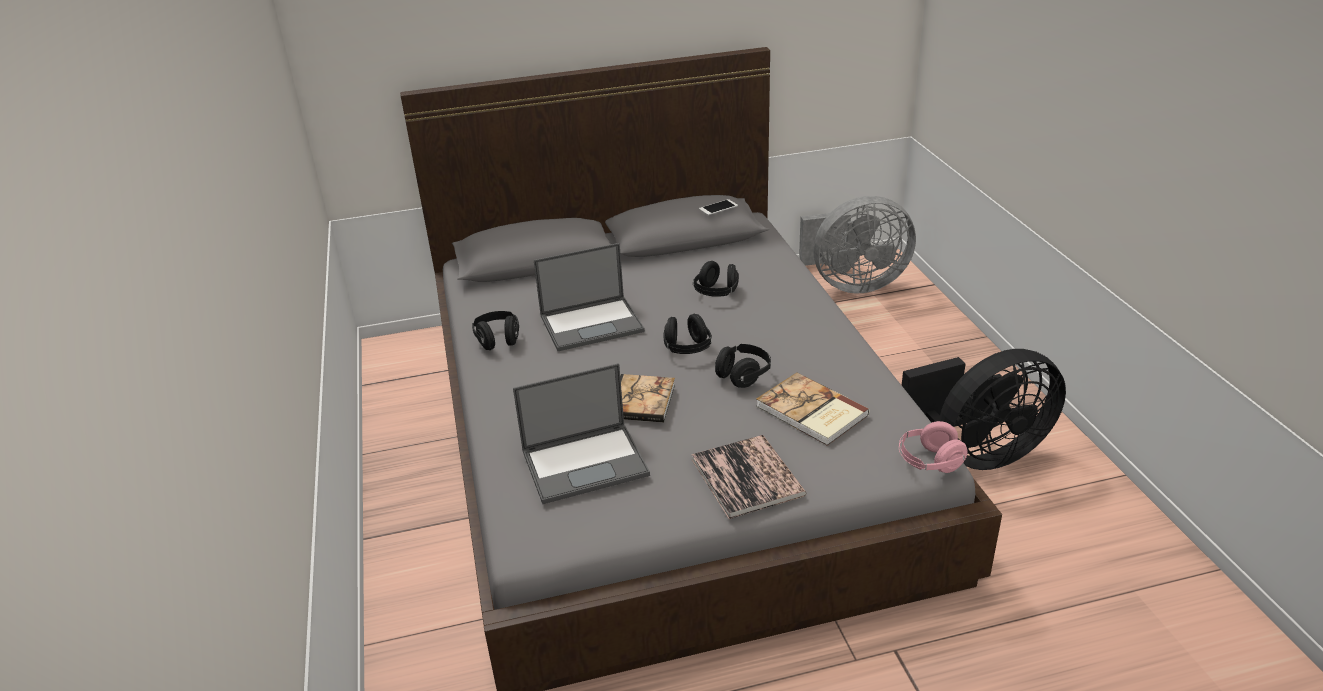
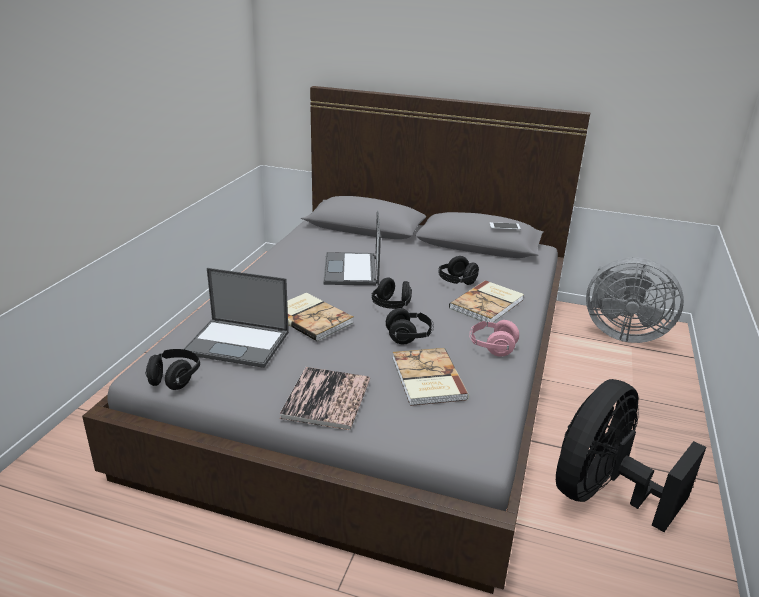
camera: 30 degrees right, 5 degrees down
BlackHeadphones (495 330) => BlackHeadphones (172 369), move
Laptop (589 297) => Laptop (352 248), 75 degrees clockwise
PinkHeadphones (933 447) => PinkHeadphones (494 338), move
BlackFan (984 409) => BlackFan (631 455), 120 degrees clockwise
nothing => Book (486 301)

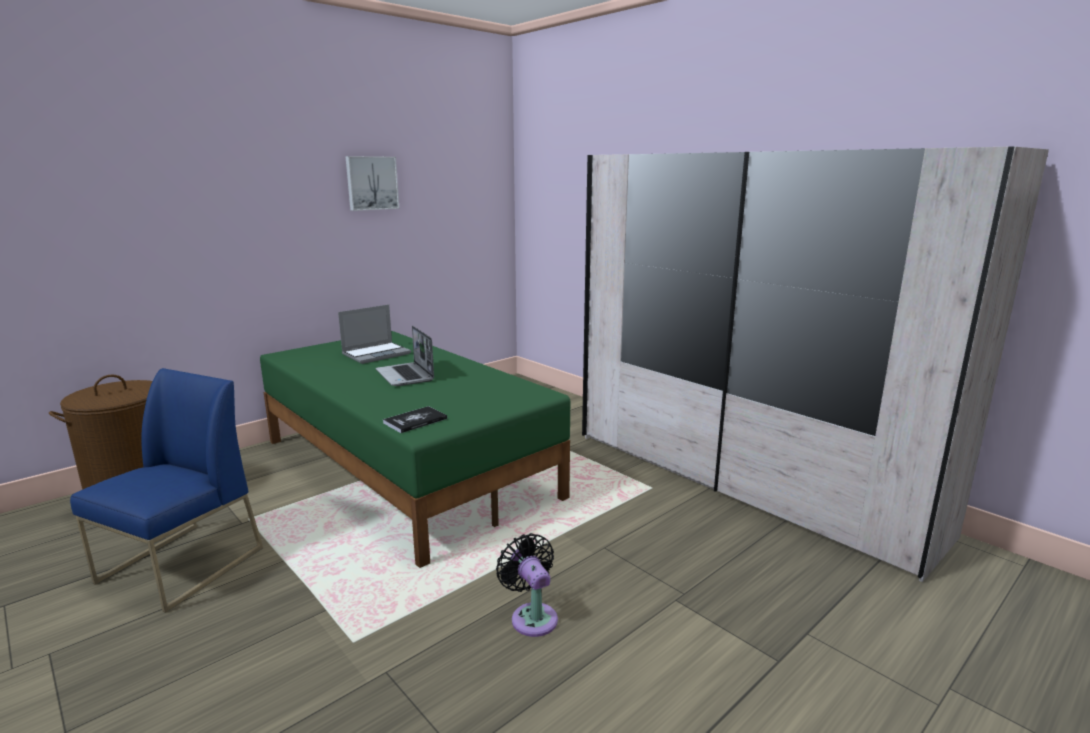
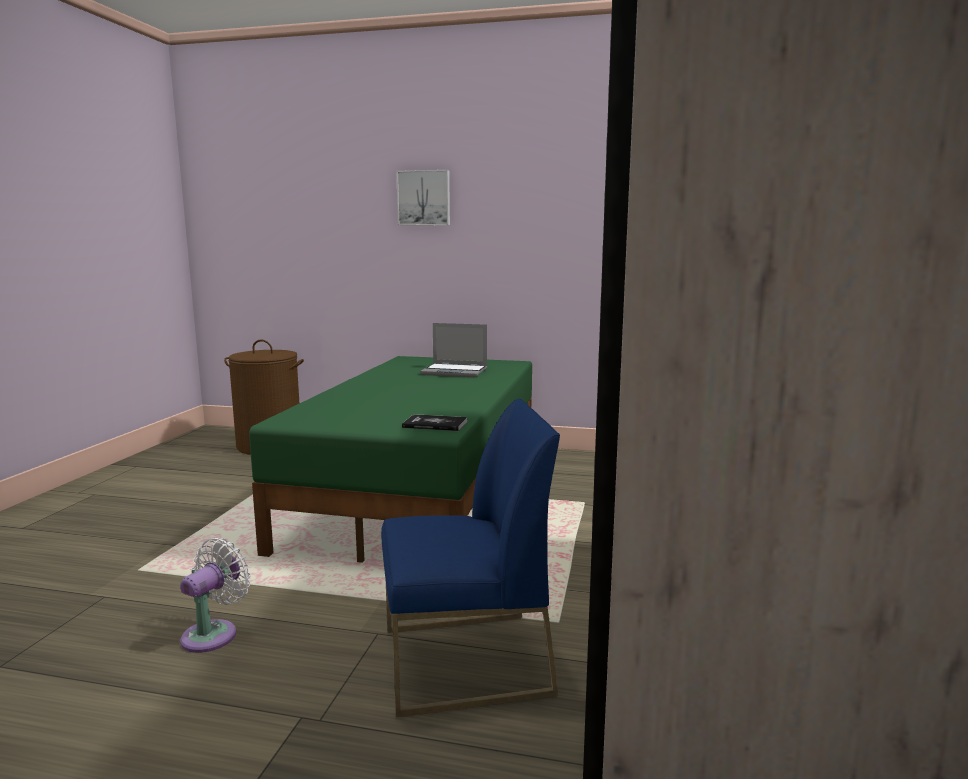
camera: 55 degrees right, 5 degrees down
BlueChair (166 490) => BlueChair (470 557), move
Picture (372 183) => Picture (423 198), move
Laptop (404 355) => nothing
Book (415 419) => Book (434 422), move
BlackFan (527 585) => WhiteFan (215 595)

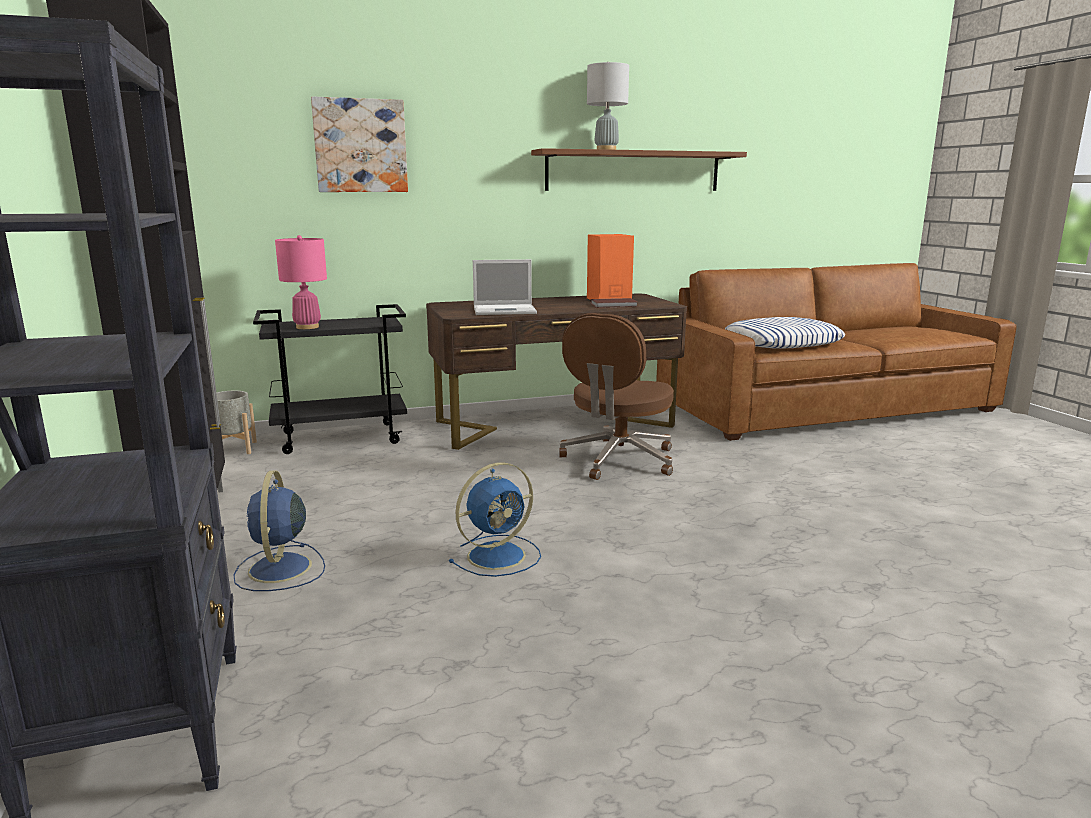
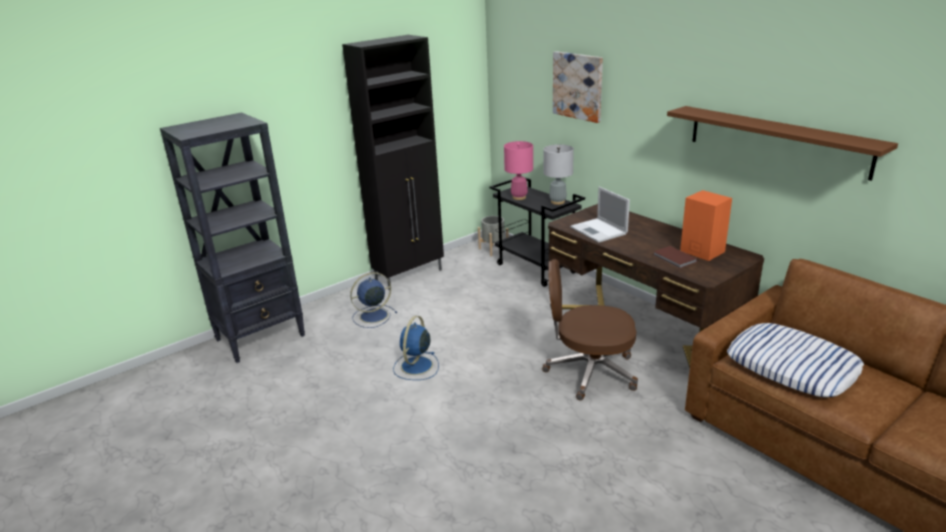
camera: 70 degrees right, 10 degrees up
BlueFan (495 519) => BlueFan (416 348), 75 degrees clockwise
GreyTableLamp (608 106) => GreyTableLamp (558 174), move

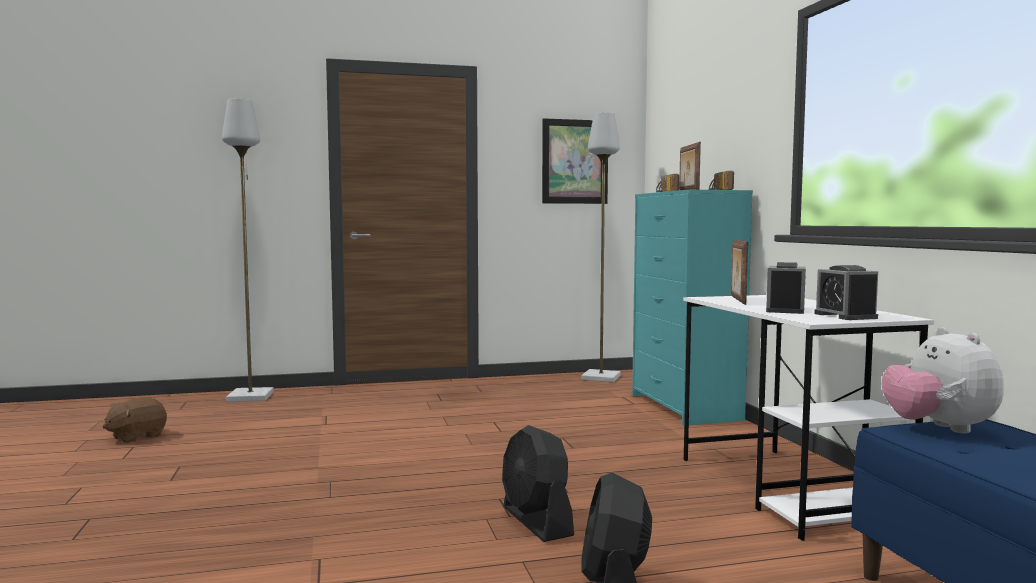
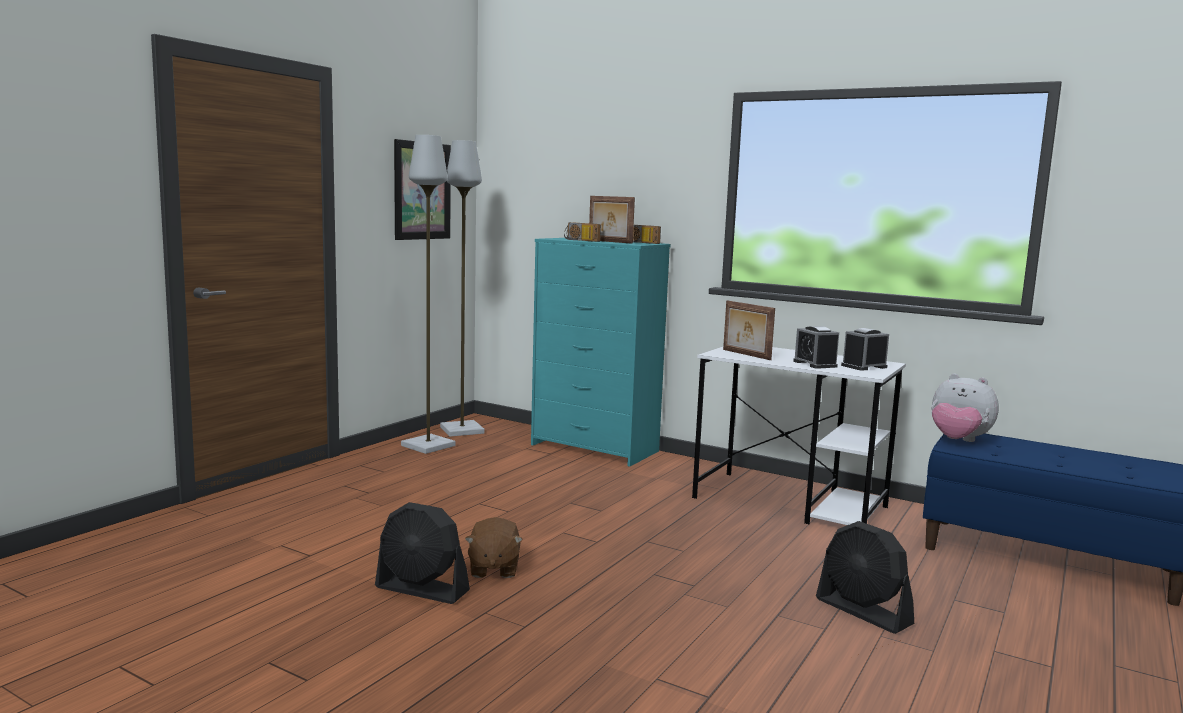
camera: 45 degrees left, 5 degrees up
BrownPlushToy (135 420) => BrownPlushToy (494 547), move
GreyFloorLamp (248 250) => GreyFloorLamp (428 294), move
BlackFan (538 483) => BlackFan (422 553), move
AlarmClock (846 292) => AlarmClock (865 349), 120 degrees clockwise

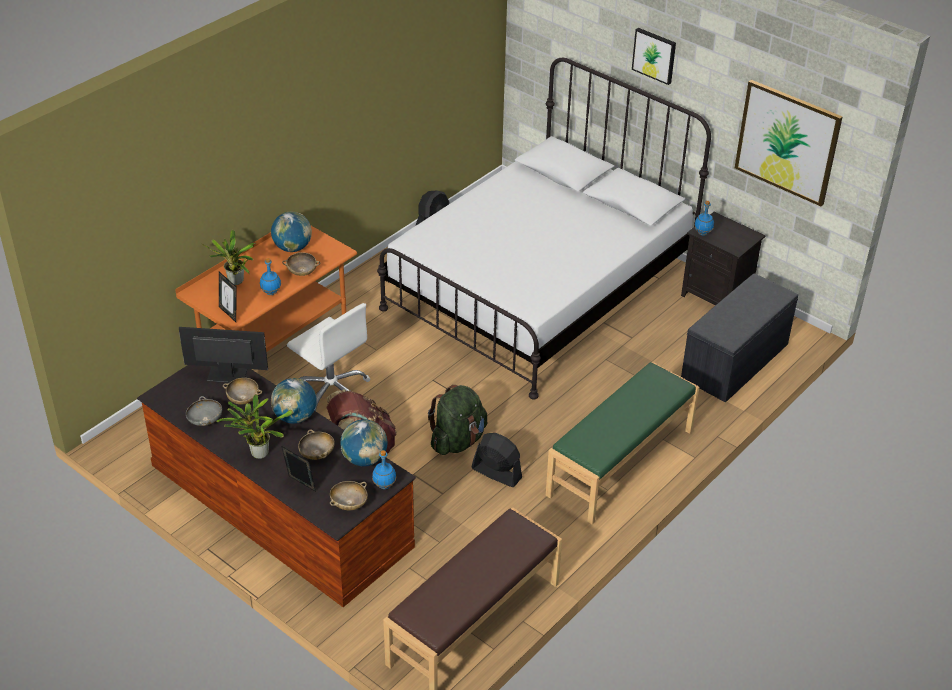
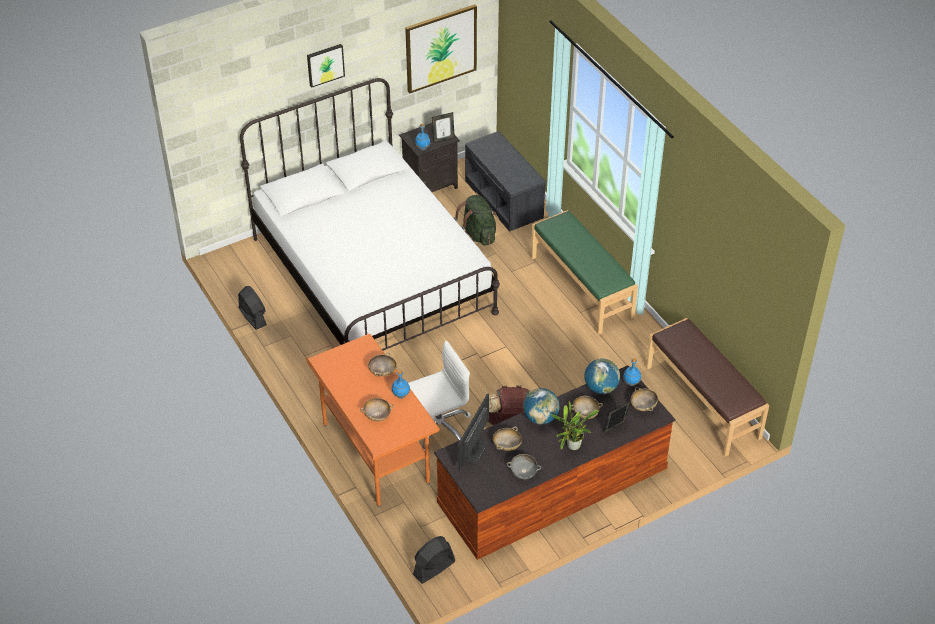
camera: 70 degrees left, 5 degrees up
PottedPlant (228 257) => BeigeBowl (377 409)
PictureFrame (228 297) => PictureFrame (443 127), move
Globe (291 232) => nothing
GreenBackpack (457 420) => GreenBackpack (475 220), move
BlackFan (496 460) => BlackFan (434 560), move

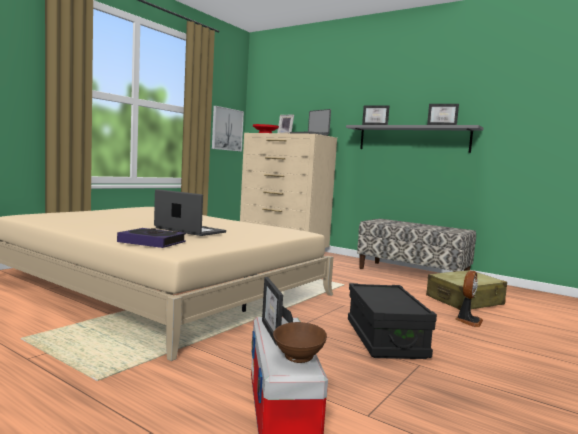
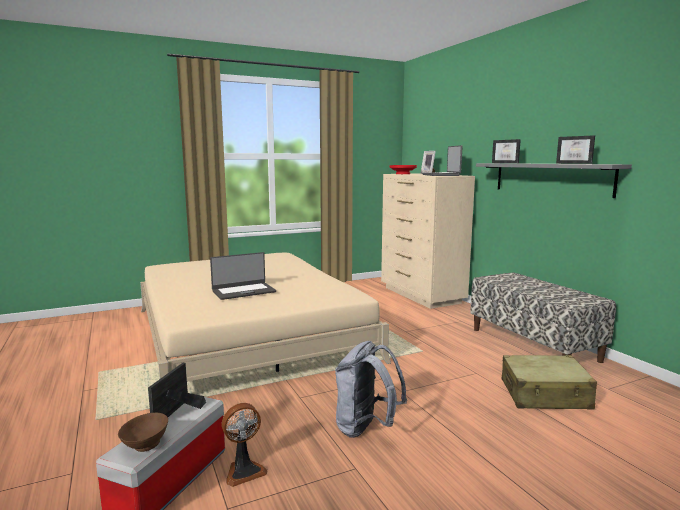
camera: 30 degrees right, 5 degrees up
Book (151 238) => nothing
Laptop (190 212) => Laptop (243 276), 90 degrees clockwise
Picture (228 128) => nothing
BlackStorageBox (392 321) => GreyBackpack (371 389)
Fan (469 299) => Fan (245 445), move

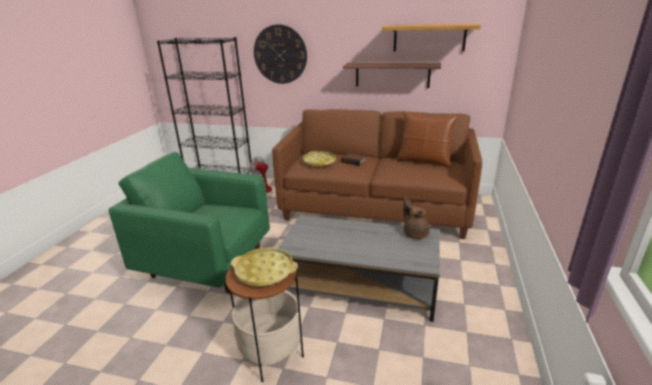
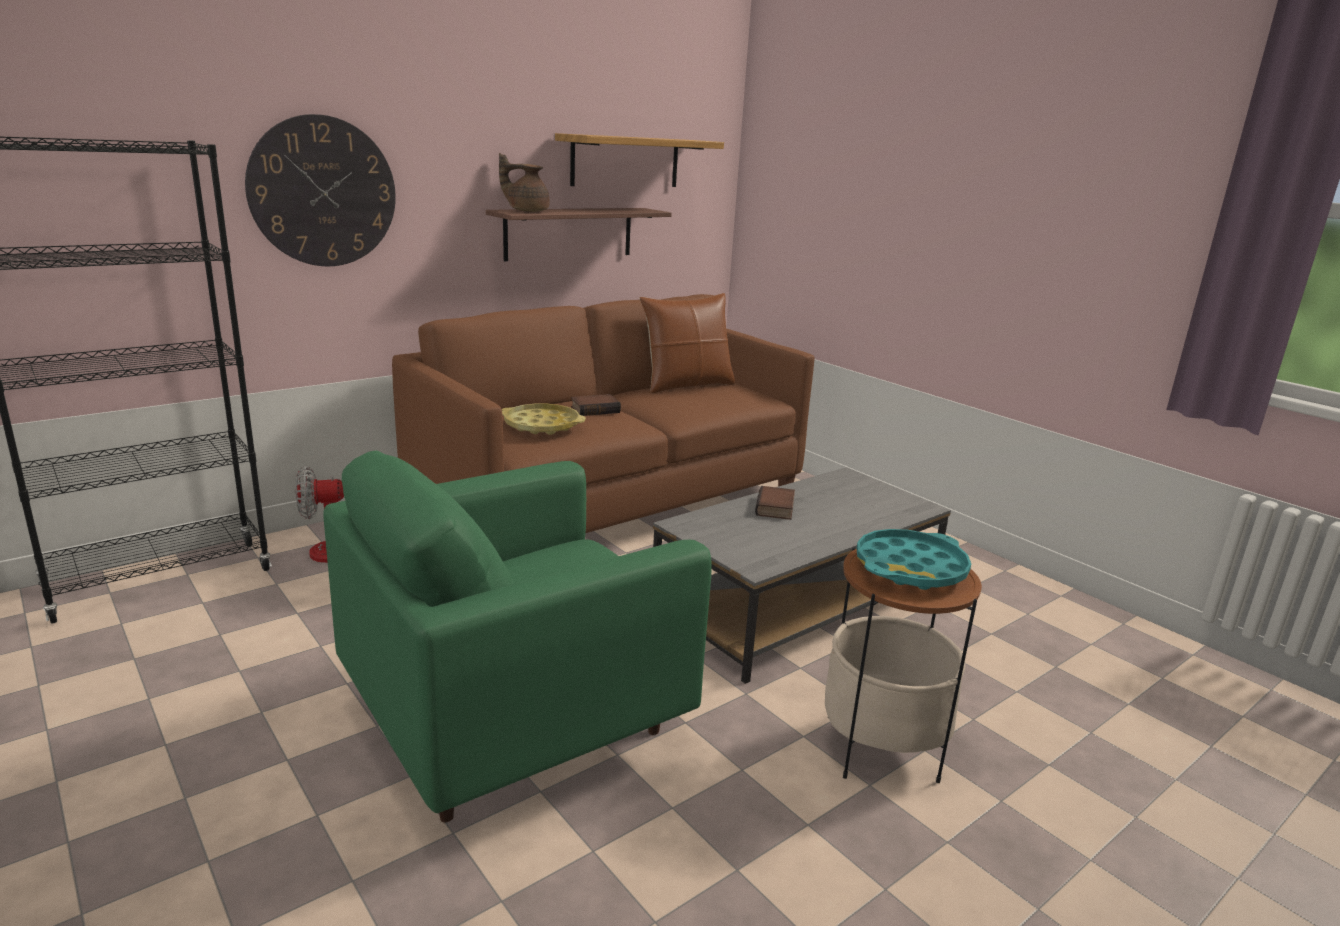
camera: 55 degrees left, 5 degrees down
YellowTray (264 266) => TurquoiseTray (914 559)
BrownTeapot (416 218) => BrownTeapot (524 182), move
nothing => Book (775 503)

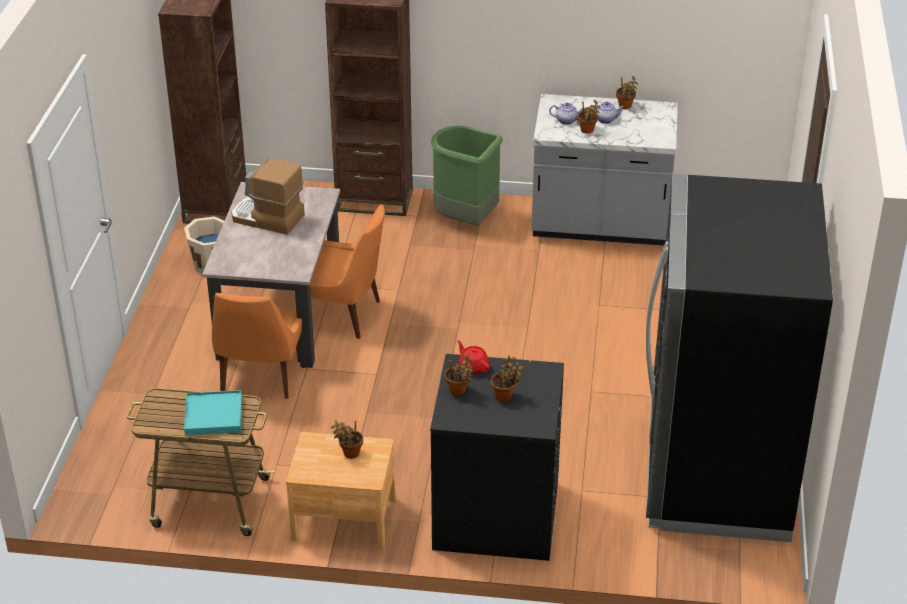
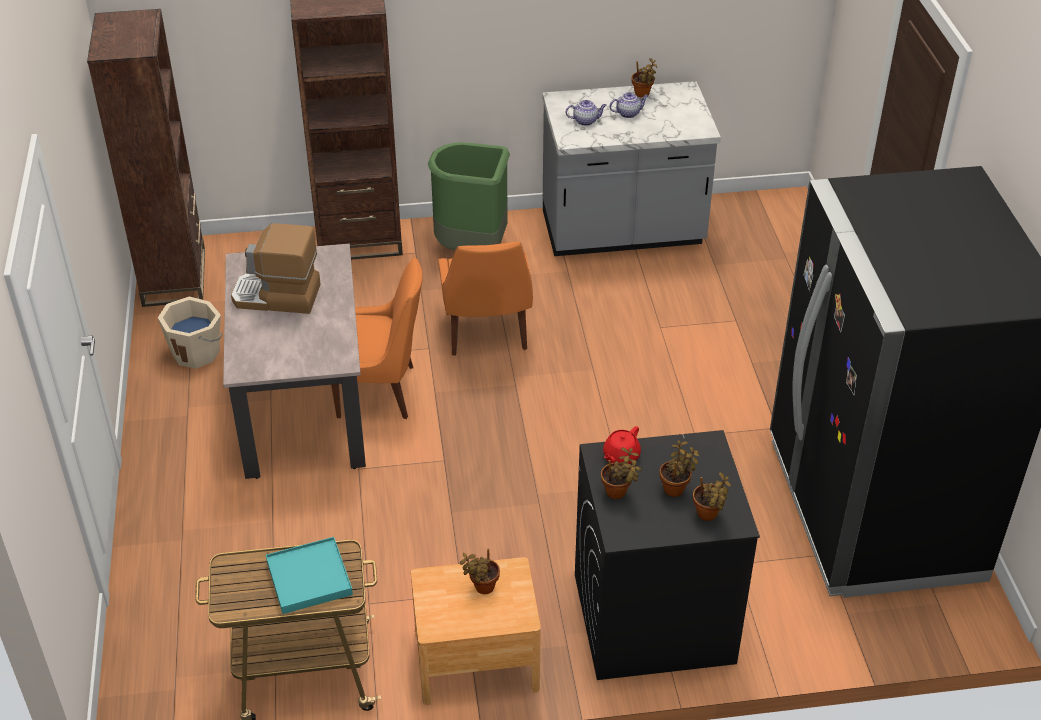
camera: 15 degrees left, 5 degrees up
OrangeChair (257 346) => OrangeChair (485 299), move
RedTeapot (473 357) => RedTeapot (622 445), 90 degrees counterclockwise
PottedPlant (589 116) => PottedPlant (712 496), move

